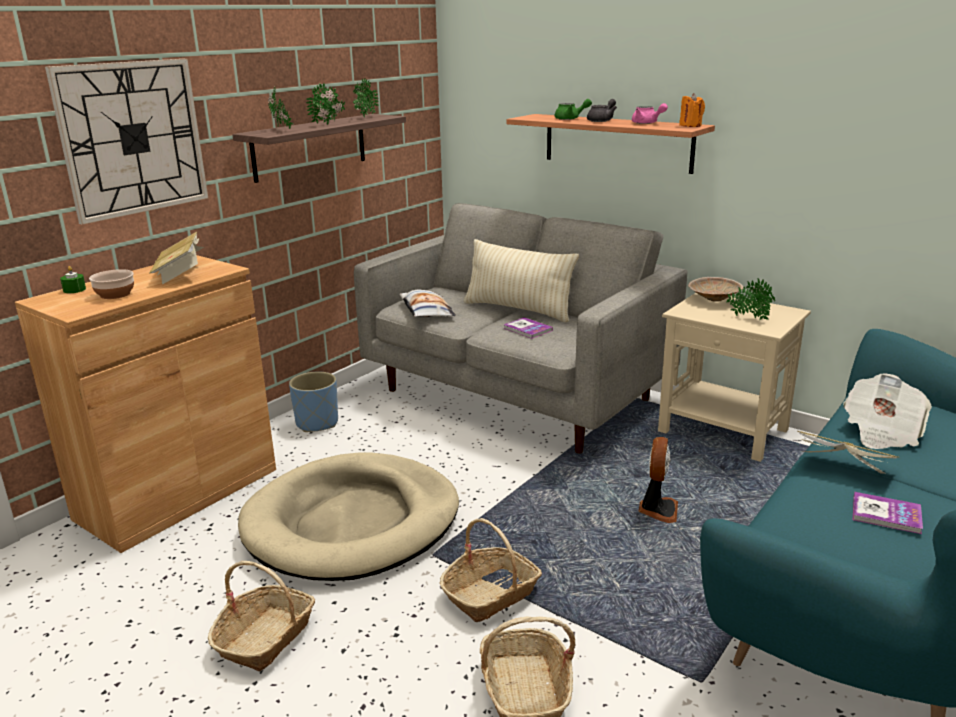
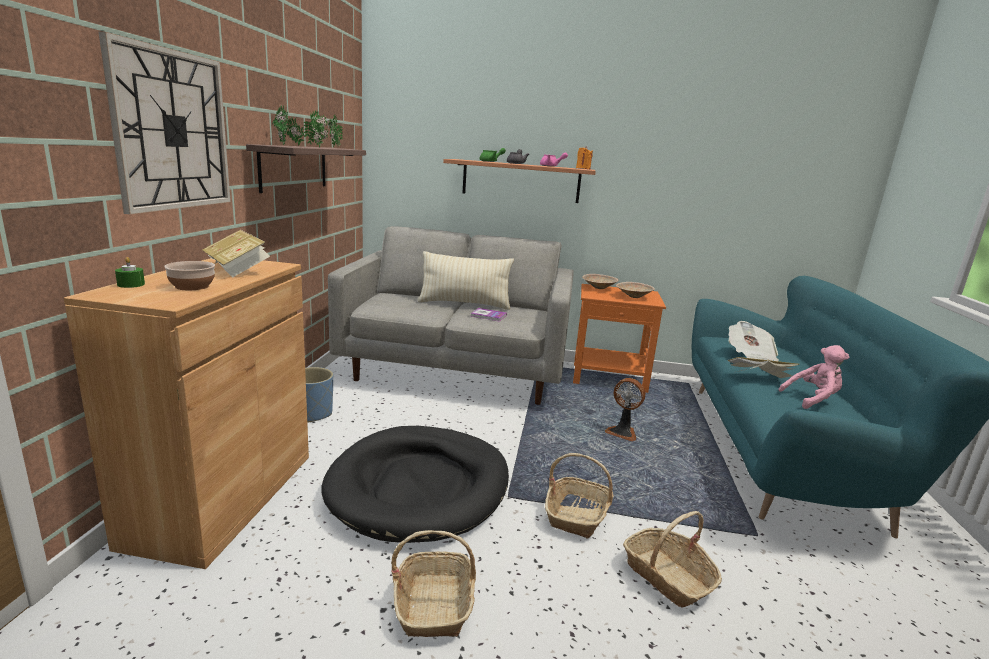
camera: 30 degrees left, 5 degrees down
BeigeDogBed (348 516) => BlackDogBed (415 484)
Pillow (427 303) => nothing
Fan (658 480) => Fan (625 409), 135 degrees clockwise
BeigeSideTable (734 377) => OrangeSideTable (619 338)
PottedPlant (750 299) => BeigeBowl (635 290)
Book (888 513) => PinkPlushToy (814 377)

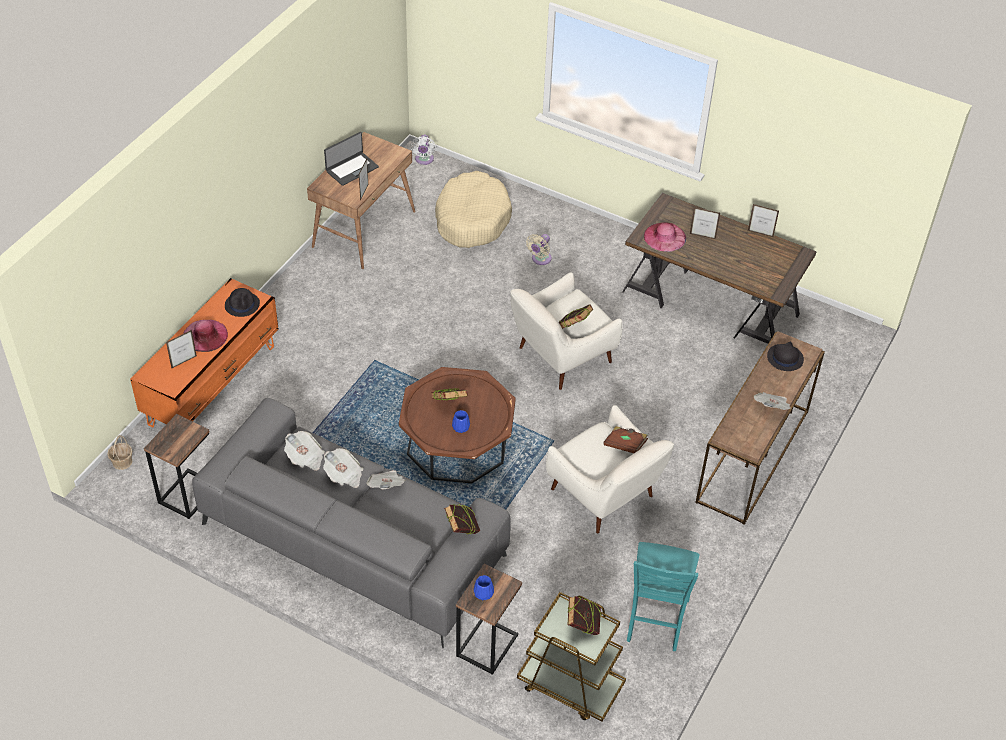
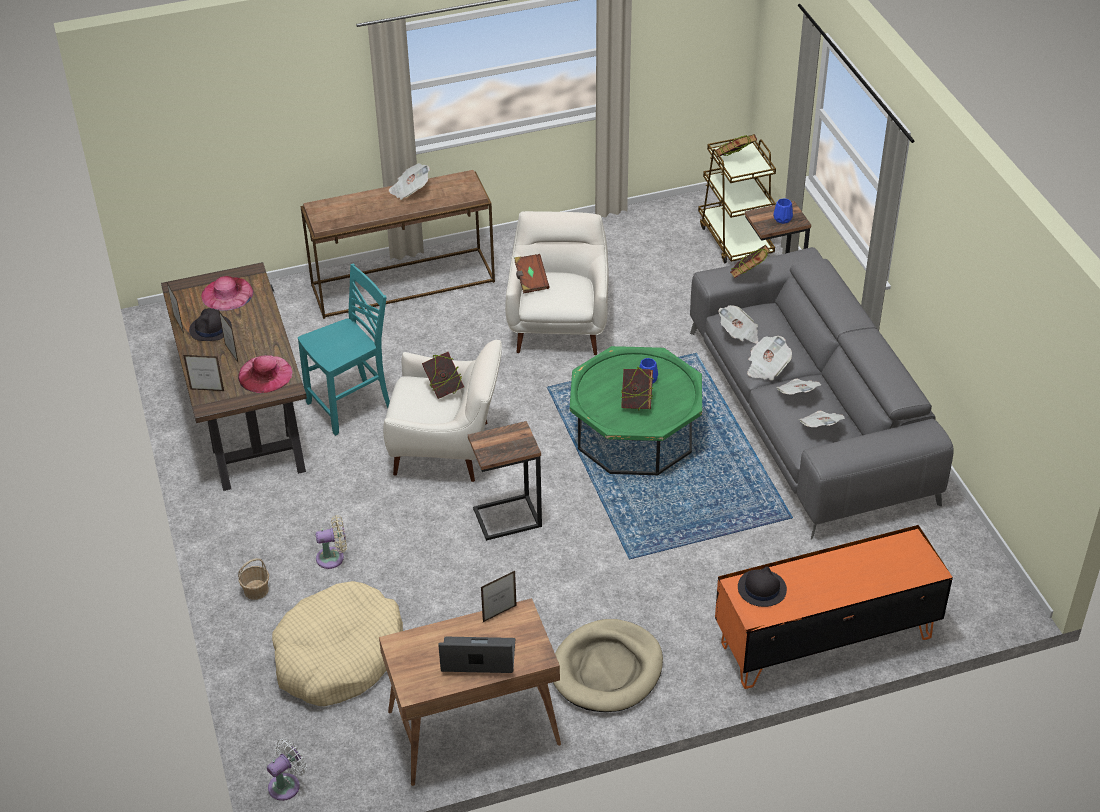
camera: 135 degrees left, 5 degrees down
Basket (119 452) => Basket (253 579), move
SideTable (177 466) => SideTable (505 481), move
PictureFrame (181 349) => PictureFrame (203 373), move
PinkHat (205 336) => PinkHat (227 293), move
BrownCoffeeTable (457 425) => GreenCoffeeTable (636 410)
TurquoiseChair (663 596) => TurquoiseChair (344 350), move
BlackHat (785 356) => BlackHat (210 324), move
nothing => BeigeDogBed (608 665)
nothing => Newspaper (738 324)

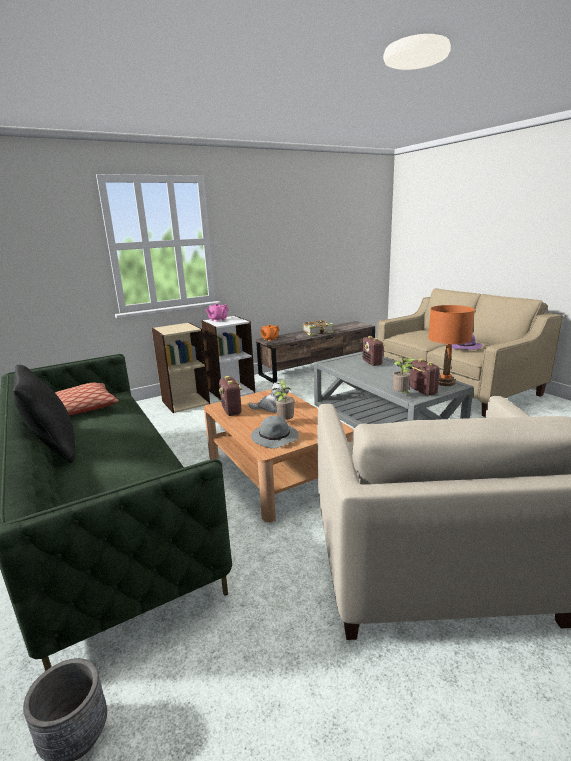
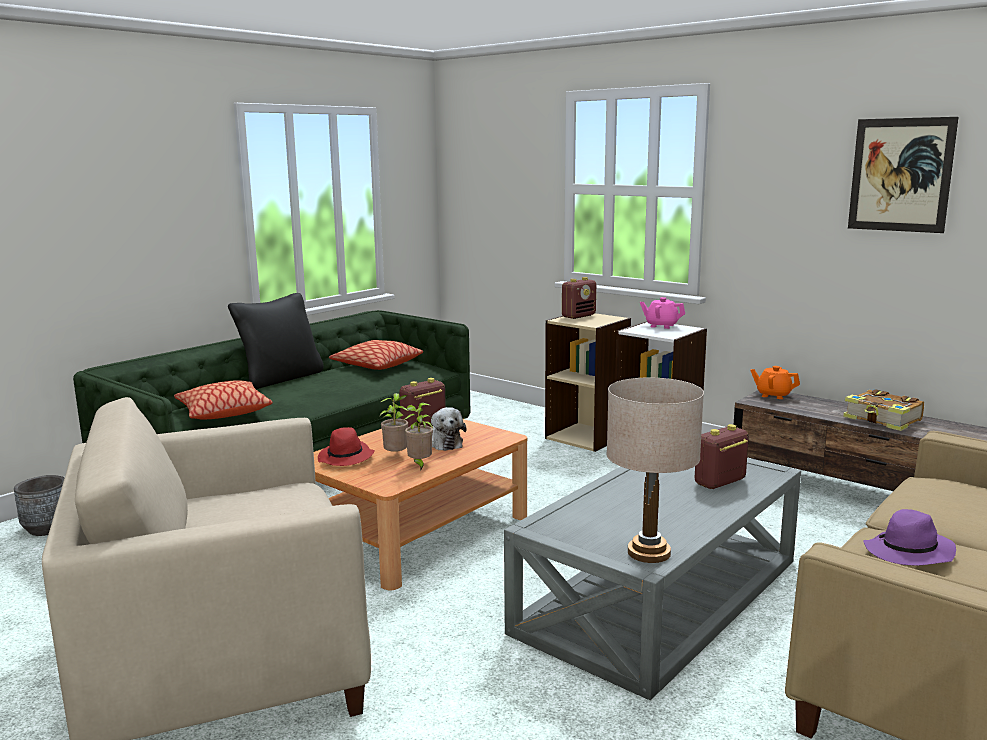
camera: 70 degrees right, 5 degrees down
GreyHat (275 432) => RedHat (346 446)
PottedPlant (404 375) => PottedPlant (418 435), move
Radio (424 377) => Radio (579 298), move
OrangeTableLamp (451 345) => BeigeTableLamp (655 470)
nothing => Pillow (223 400)
nothing => Picture (903 175)

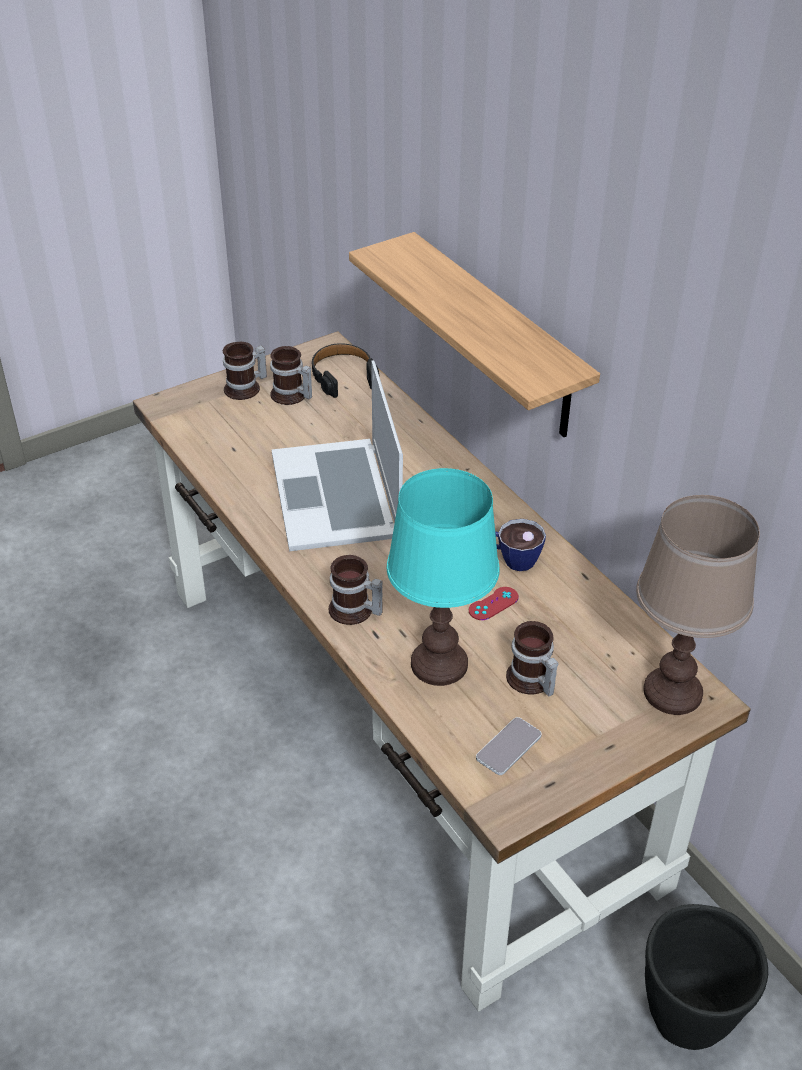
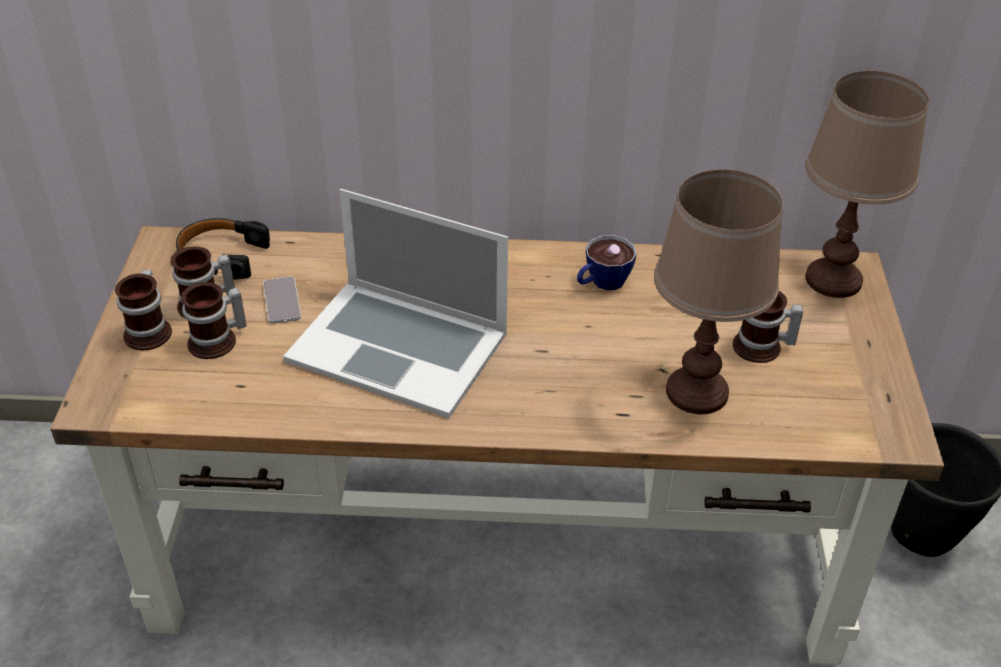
camera: 55 degrees left, 0 degrees up
Mug (356 590) => Mug (213 320), move
Shelf (474 334) => nothing
TurquoiseTableLamp (443 577) => BrownTableLamp (718 291)
RedGameController (494 603) => nothing
Phone (509 746) => Phone (282 300), move

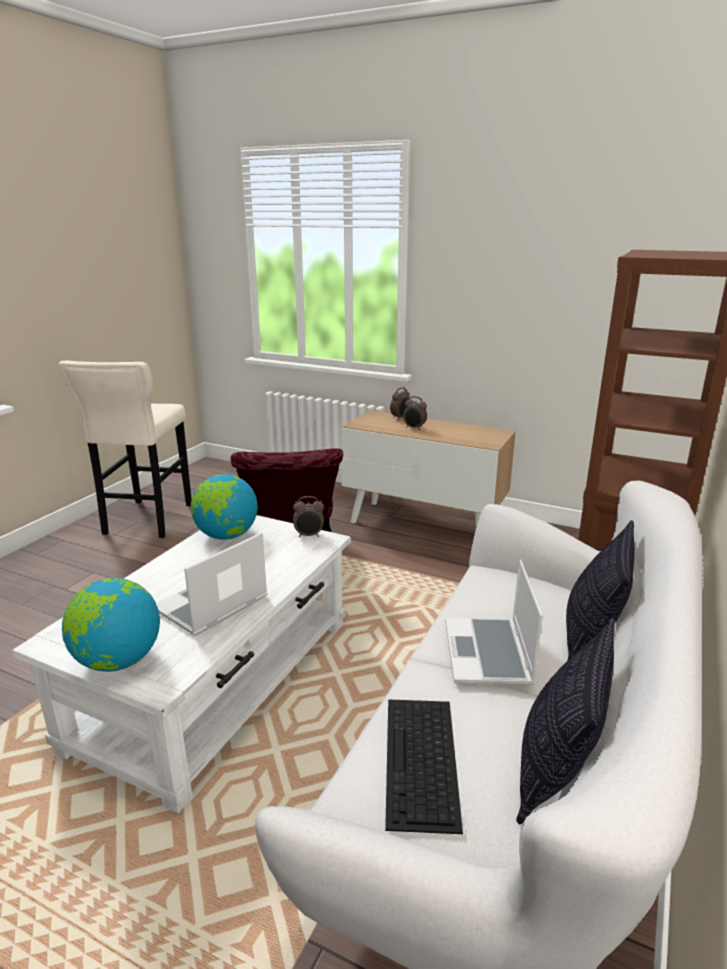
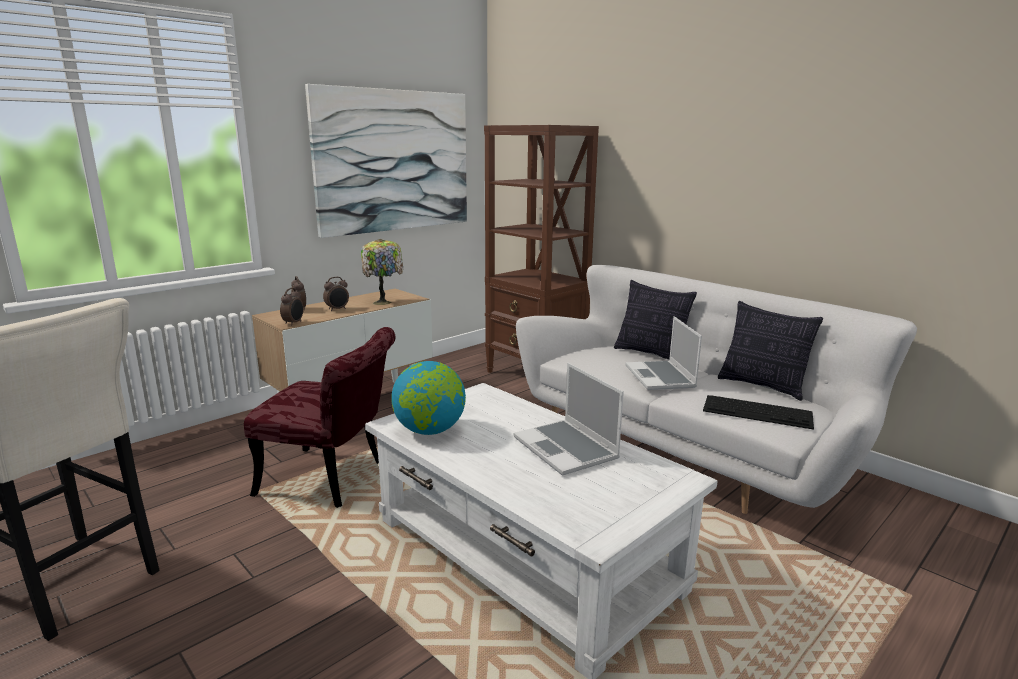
camera: 70 degrees left, 5 degrees down
Globe (111 625) => nothing
AlarmClock (308 517) => AlarmClock (292 307), move
Laptop (494 622) => Laptop (663 353), 60 degrees clockwise
nothing => Picture (386 161)
nothing => TableLamp (382 272)

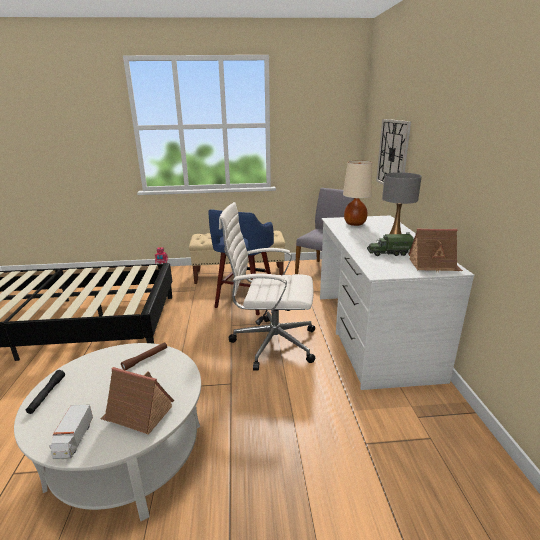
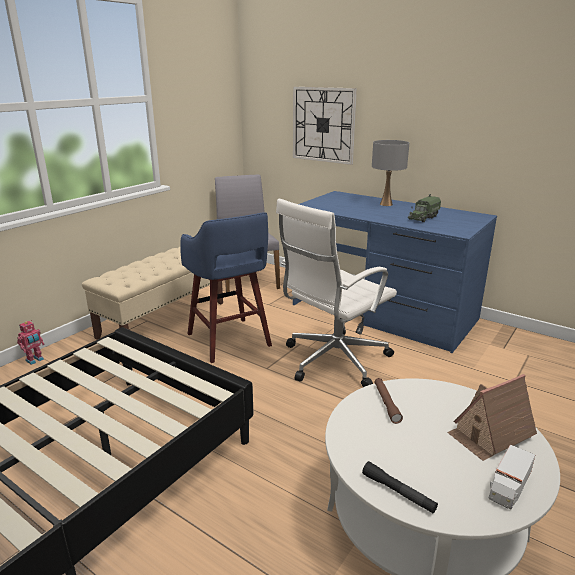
camera: 50 degrees left, 0 degrees up
ToyTruck (71 432) => ToyTruck (512 477), 90 degrees clockwise
WhiteDesk (397 303) => BlueDesk (395 272)
BeigeTableLamp (357 193) => nothing
ToyHouse (435 249) => nothing

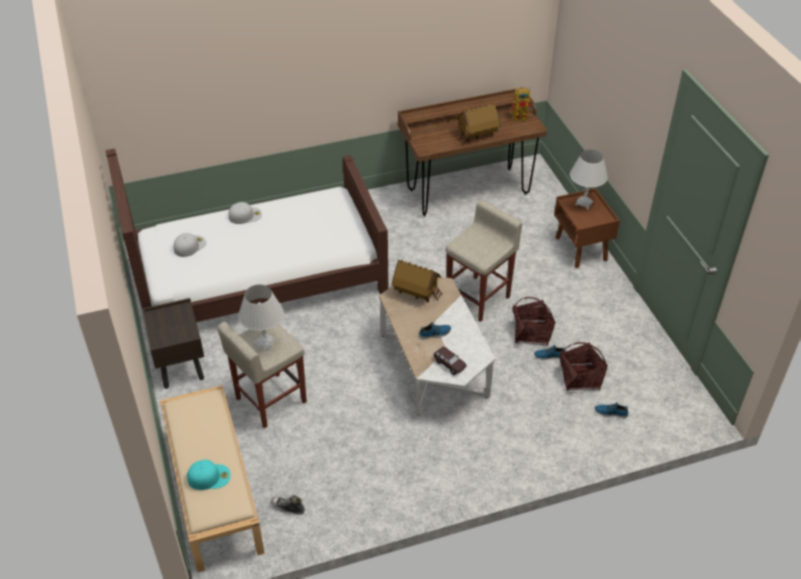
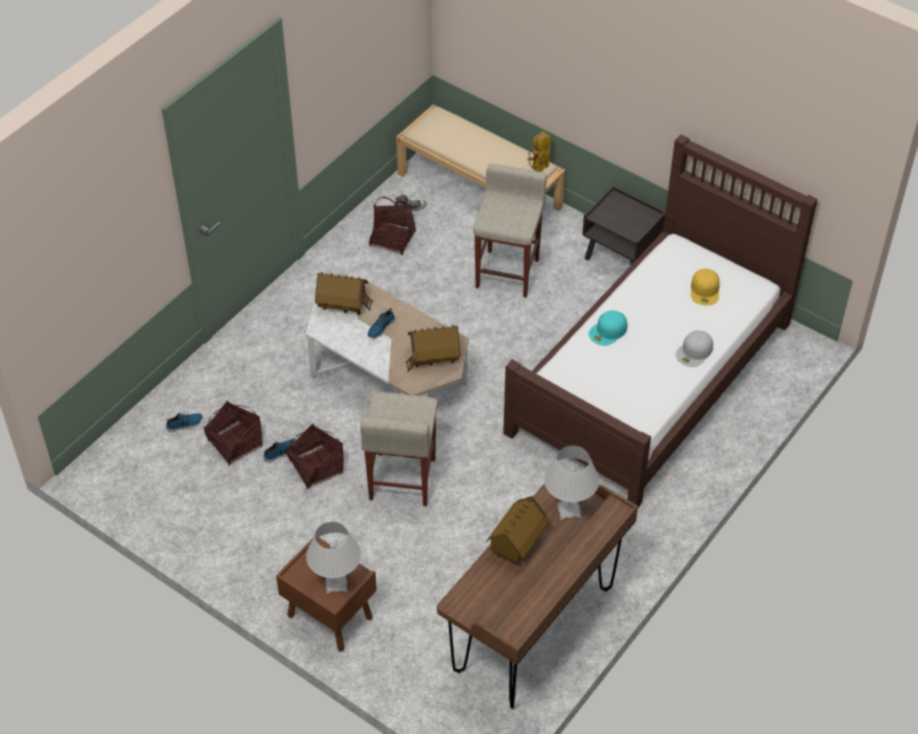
camera: 145 degrees right, 5 degrees up
WhiteCap (189 245) => YellowCap (705 287)
TurquoiseCap (209 475) => TurquoiseCap (608 328), move
WhiteTableLamp (261 318) => WhiteTableLamp (571 483), move
BrownToyCar (450 361) => ToyHouse (344 293)
ToyRobot (521 105) => ToyRobot (539 151), move
nothing => Basket (392 226)

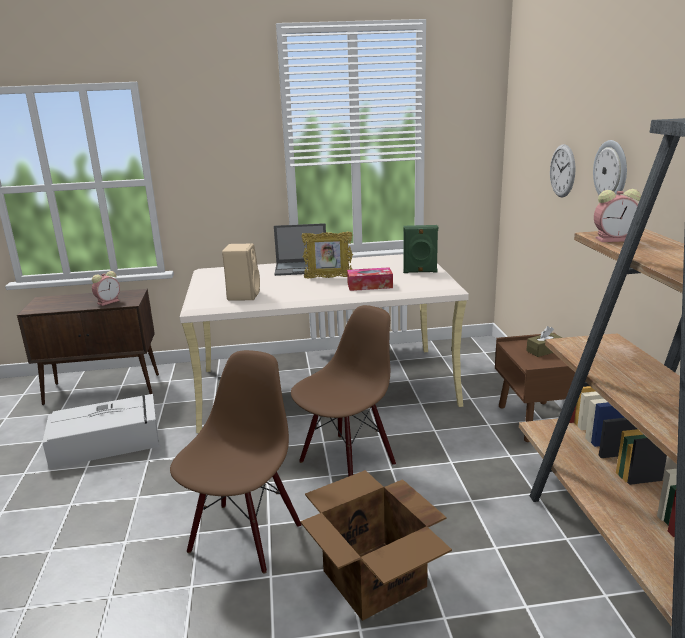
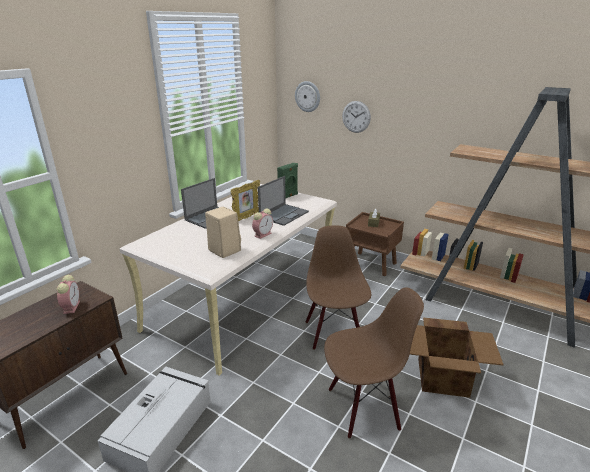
camera: 50 degrees left, 5 degrees up
BrownChair (236 462) => BrownChair (374 363), 105 degrees clockwise
TissueBox (370 279) => Laptop (283 201)
WallClock (610 167) => WallClock (307 96), move
AlarmClock (617 215) => AlarmClock (262 223), move

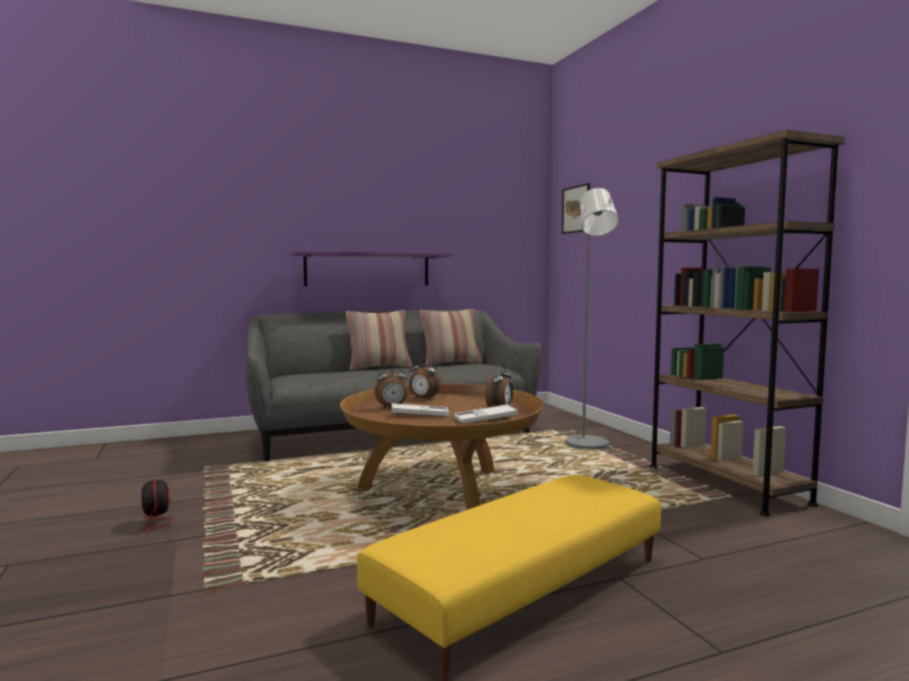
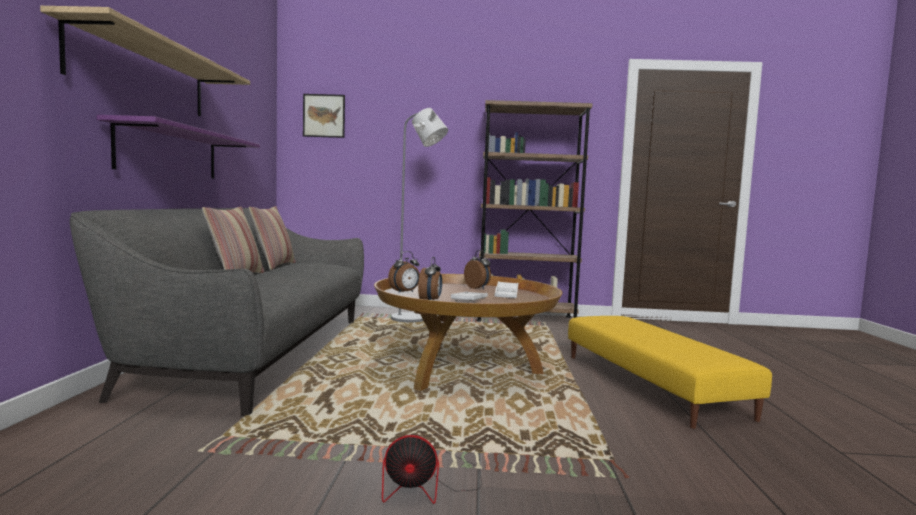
camera: 65 degrees left, 0 degrees up
nothing => Shelf (145 61)

